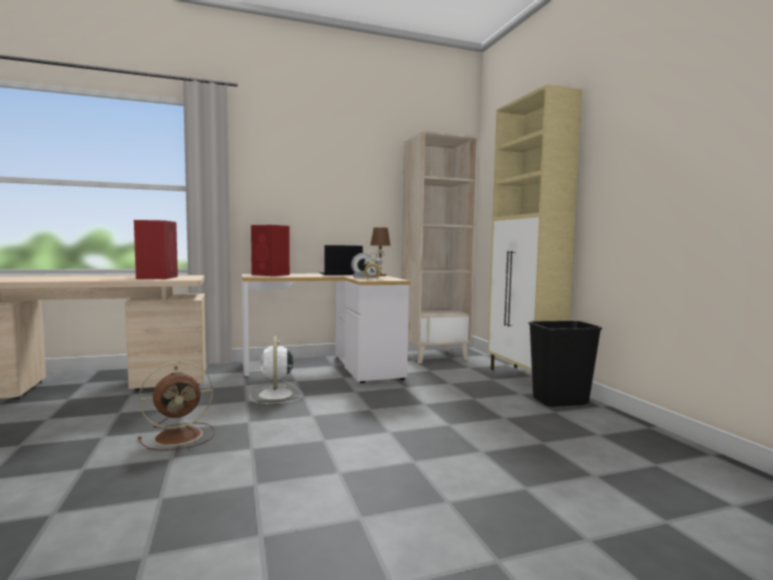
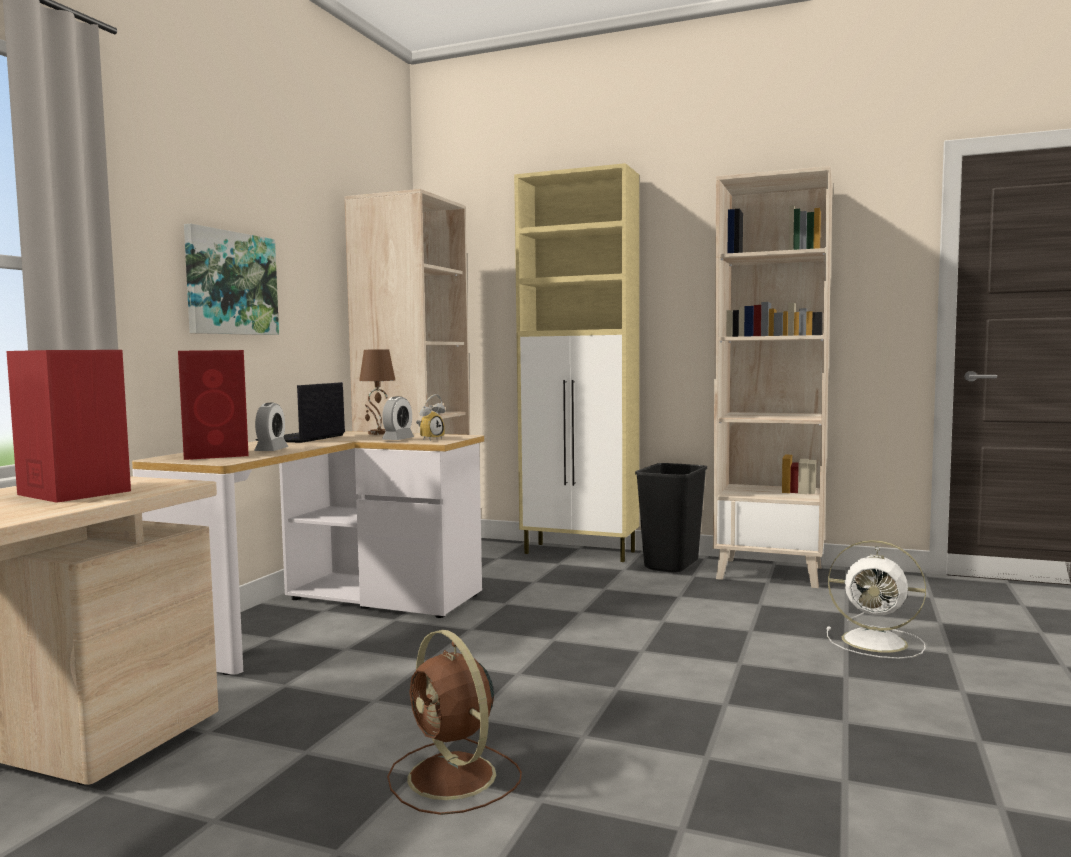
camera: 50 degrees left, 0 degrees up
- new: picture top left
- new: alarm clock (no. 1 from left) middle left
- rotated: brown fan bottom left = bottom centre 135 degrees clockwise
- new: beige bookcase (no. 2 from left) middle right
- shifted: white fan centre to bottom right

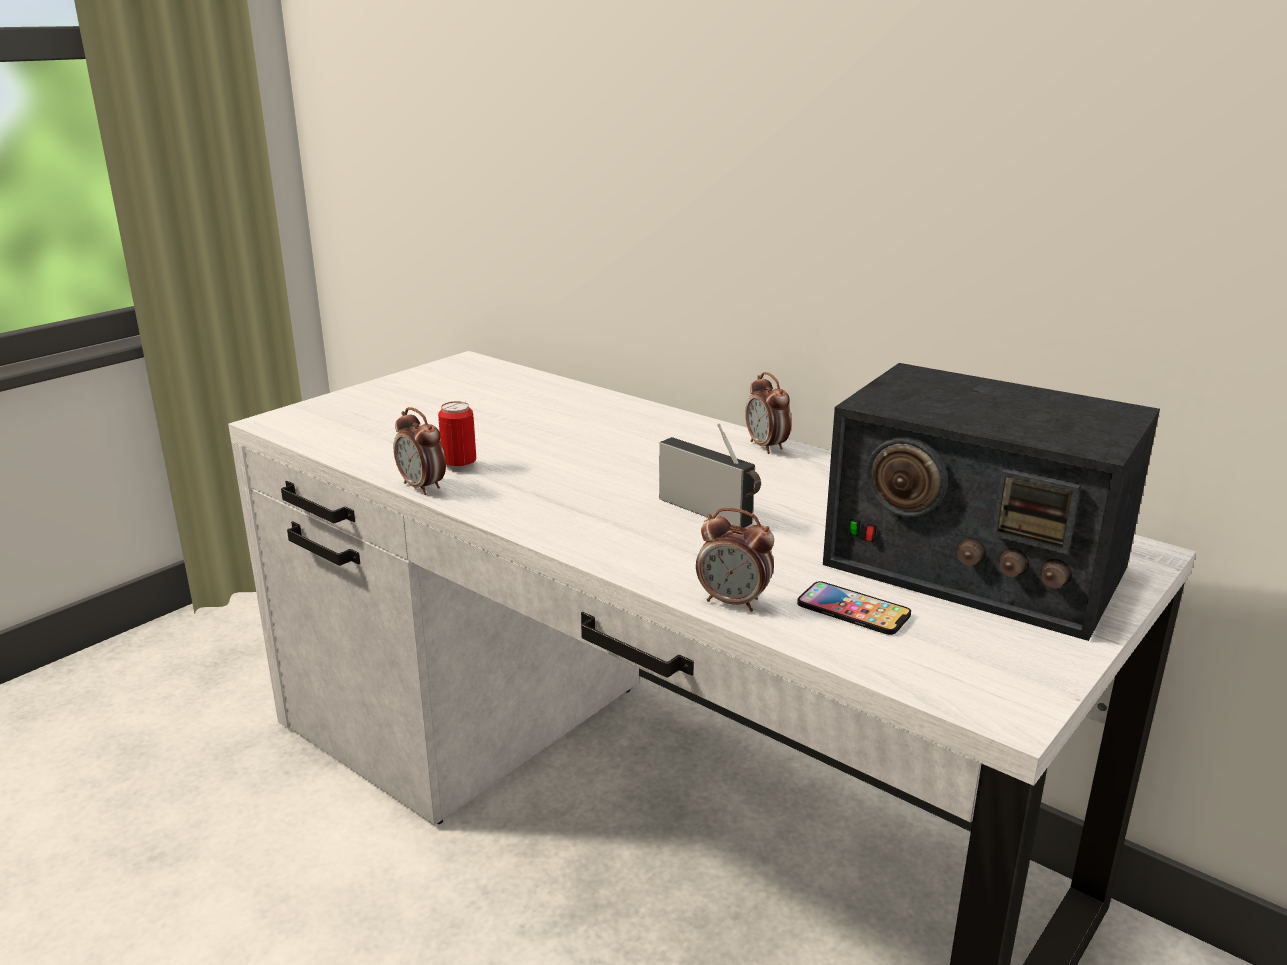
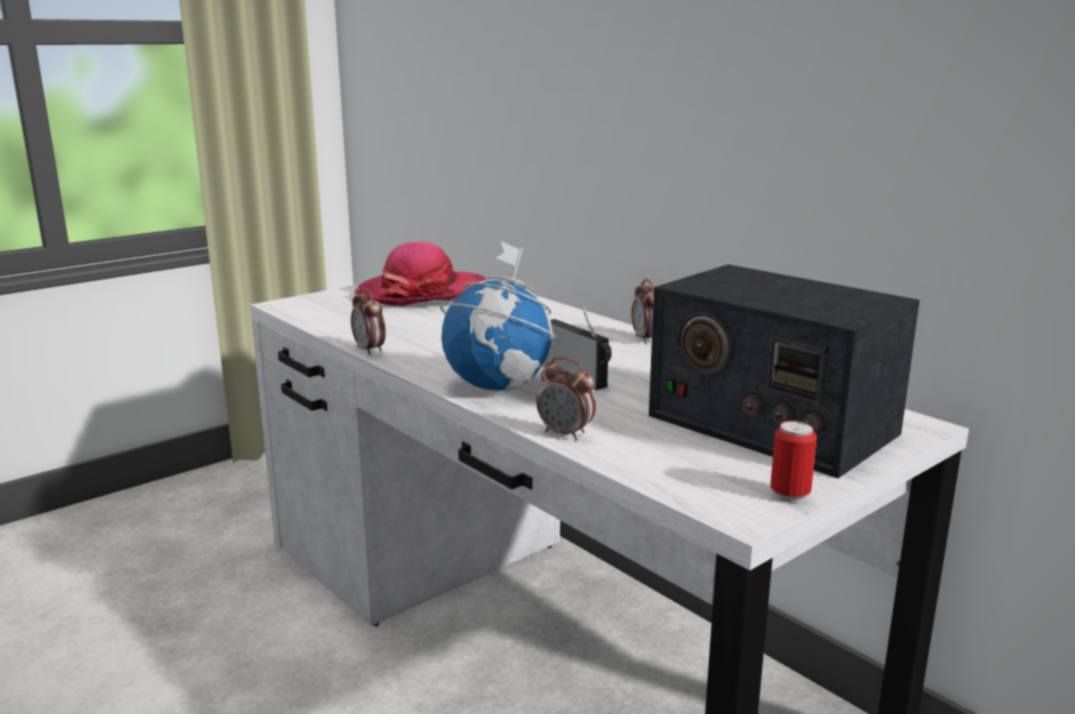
camera: 10 degrees right, 5 degrees down
- new: hat centre
- new: globe centre
- shifted: can centre to middle right
- gone: phone centre

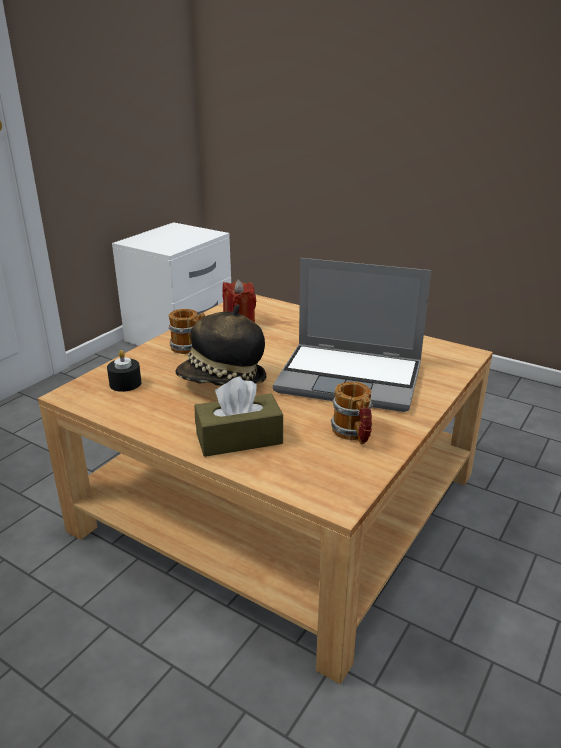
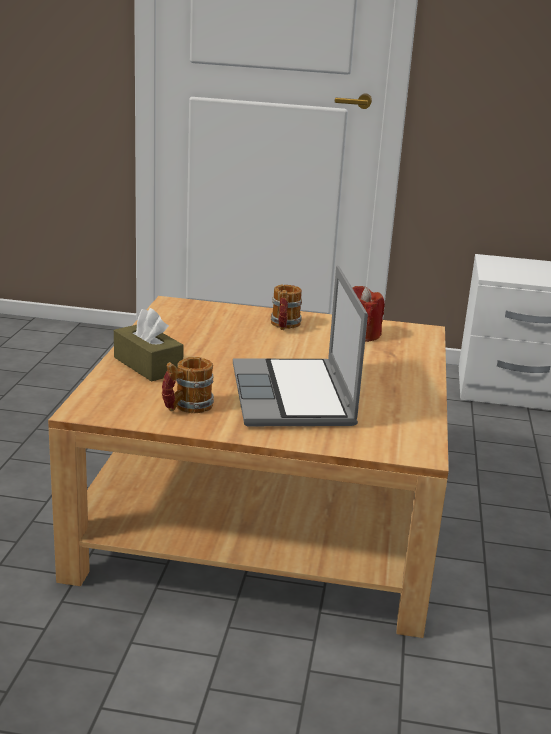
camera: 65 degrees right, 5 degrees down
- gone: black candle middle left
- gone: hat centre

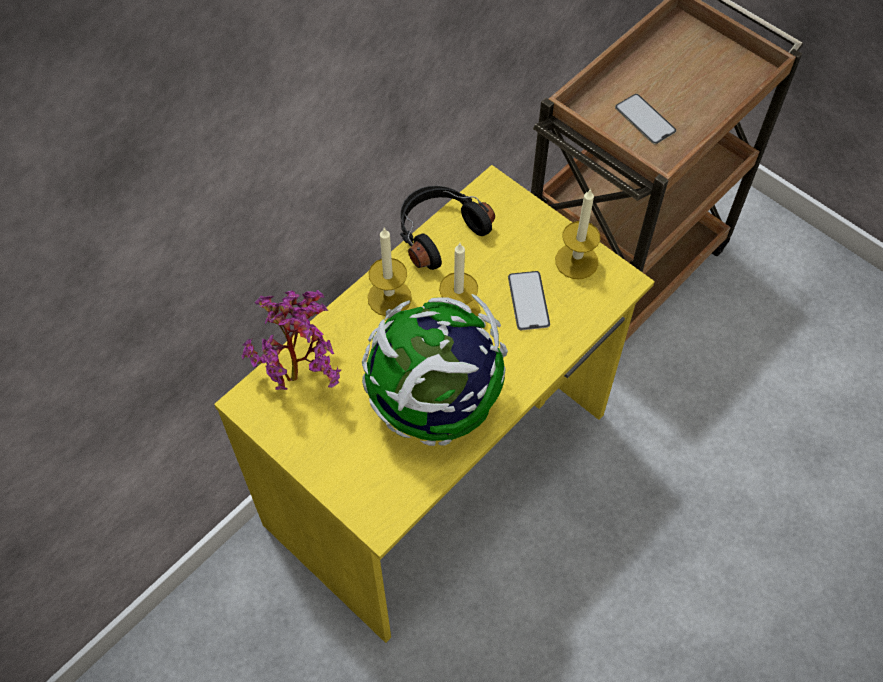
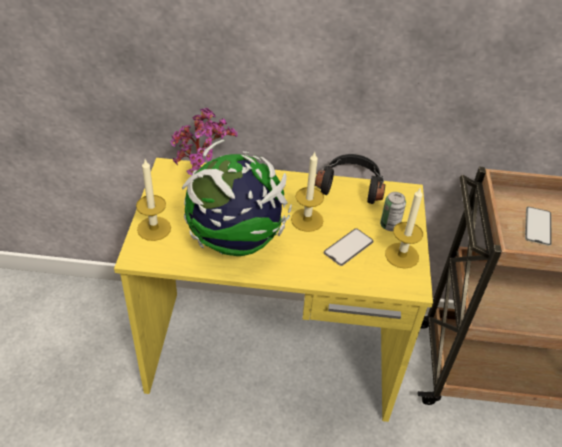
camera: 50 degrees right, 15 degrees down
- shifted: candle (no. 1 from left) centre to middle left
- new: can middle right

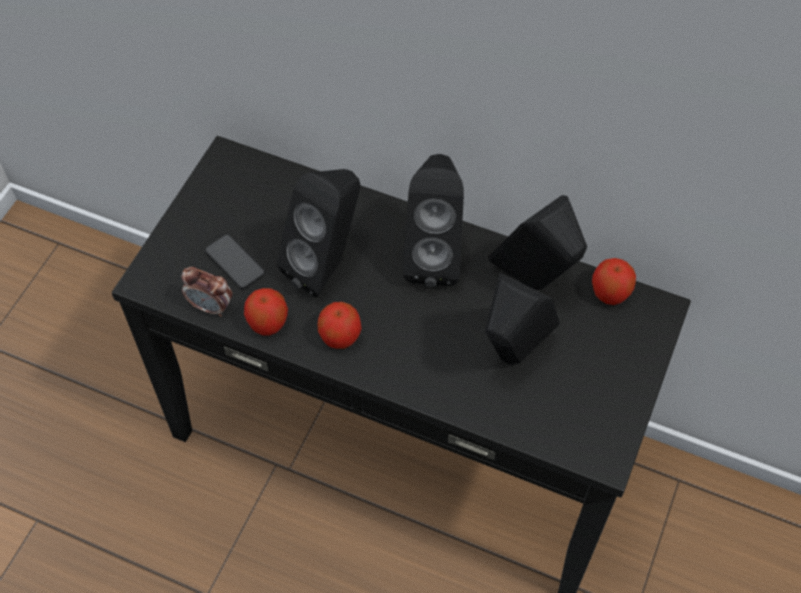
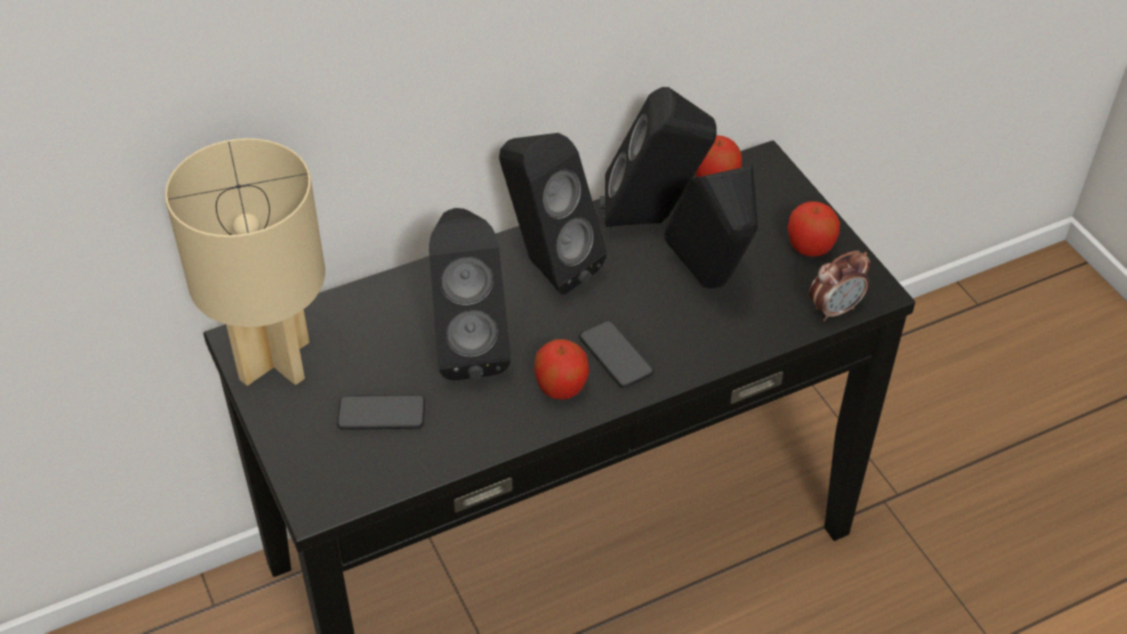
camera: 50 degrees left, 10 degrees down
- new: beige table lamp middle left
- new: phone (no. 2 from left) centre
- shifted: apple (no. 1 from left in the first image) middle left to apple (no. 3 from left) middle right
- shifted: alarm clock middle left to middle right

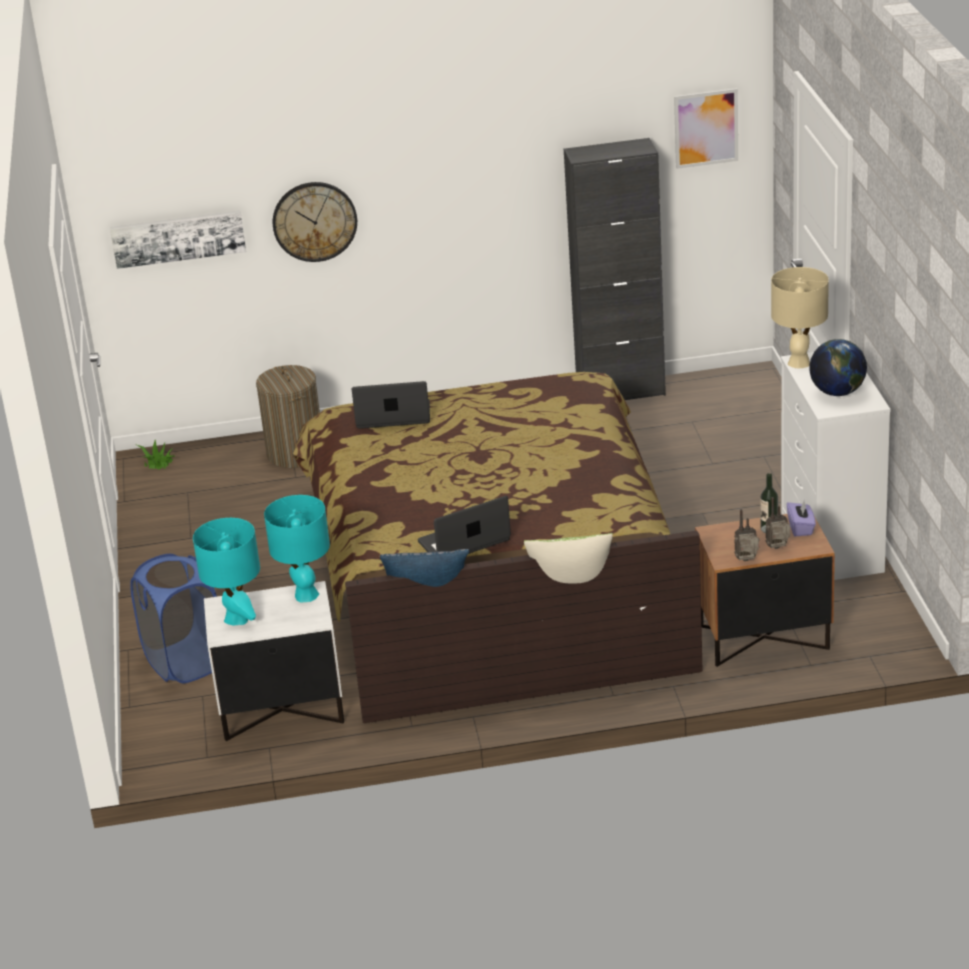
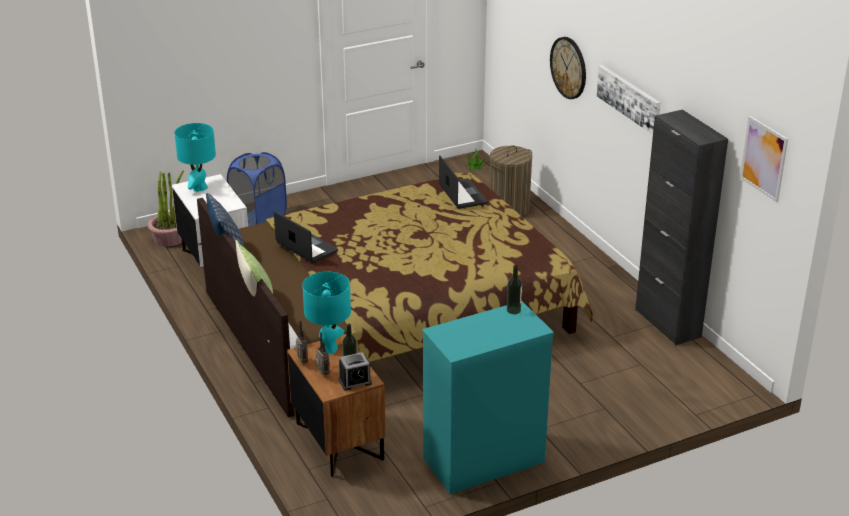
camera: 70 degrees right, 0 degrees up
- new: potted plant (no. 1 from left) middle left
- shifted: turquoise table lamp (no. 2 from left) middle left to centre
- swapped: purple tissue box middle right to alarm clock bottom centre
- repainted: white dresser middle right to turquoise dresser bottom centre
- swapped: beige table lamp top right to bottle (no. 2 from left) centre
- shifted: picture (no. 1 from left) top left to top right
- gone: globe middle right

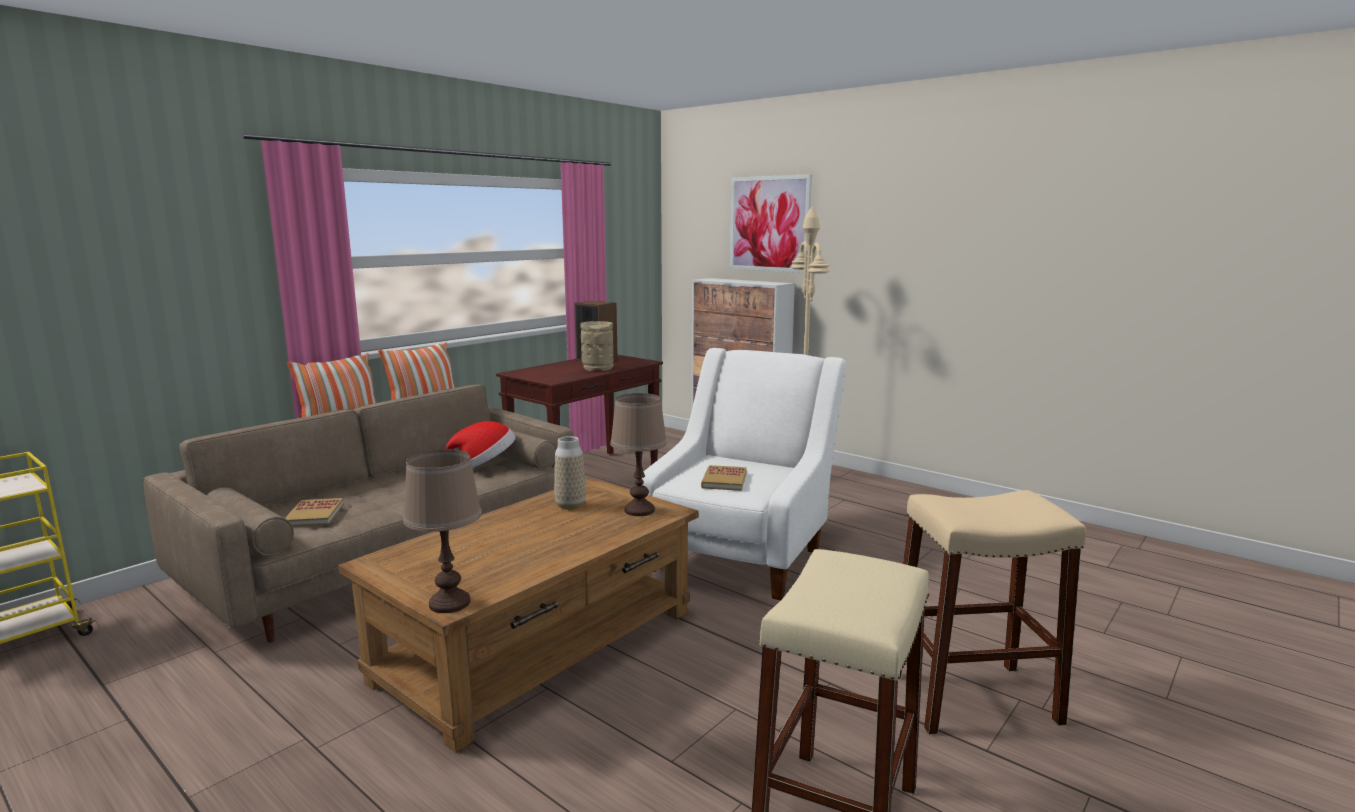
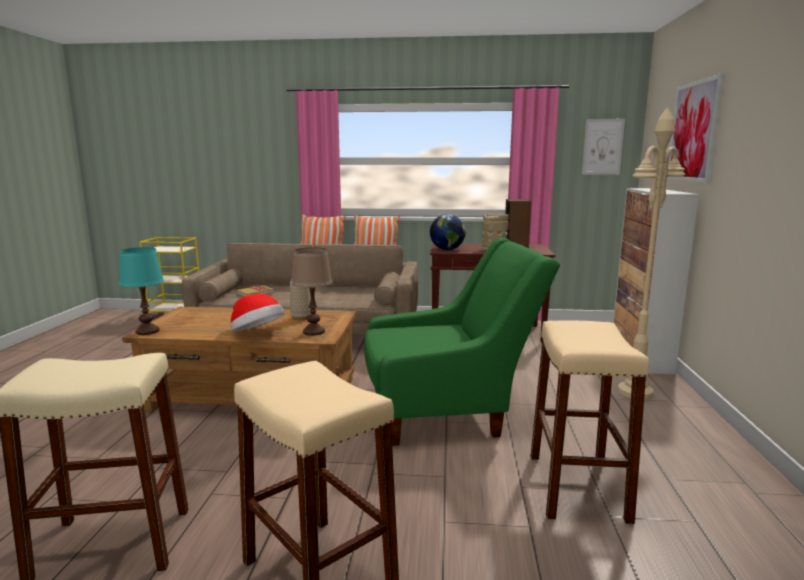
camera: 55 degrees right, 0 degrees up
- repainted: brown table lamp (no. 1 from left) middle left to turquoise table lamp middle left
- shifted: hat centre to middle left
- repainted: white armchair centre to green armchair centre
- new: globe centre
- new: beige stool (no. 3 from left) bottom right
- new: picture (no. 1 from left) top right
- gone: book (no. 2 from left) centre

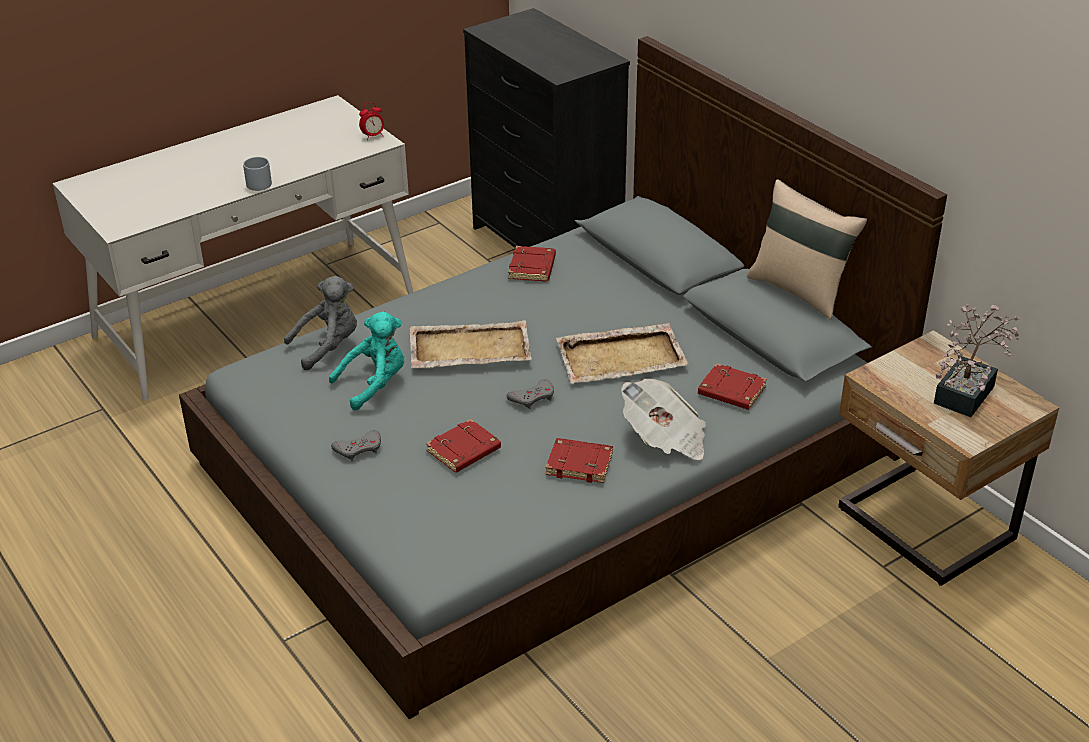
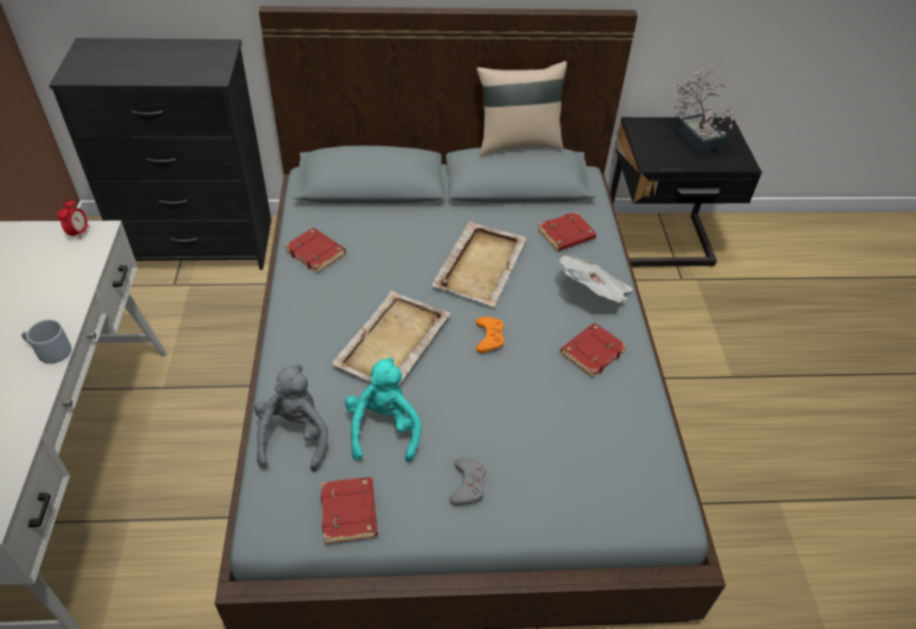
camera: 60 degrees left, 10 degrees up
- shifted: red book (no. 1 from left in the first image) centre to red book (no. 2 from left) bottom centre
- repainted: grey game controller (no. 2 from left) centre to orange game controller centre
- repainted: beige nightstand middle right to black nightstand top right

